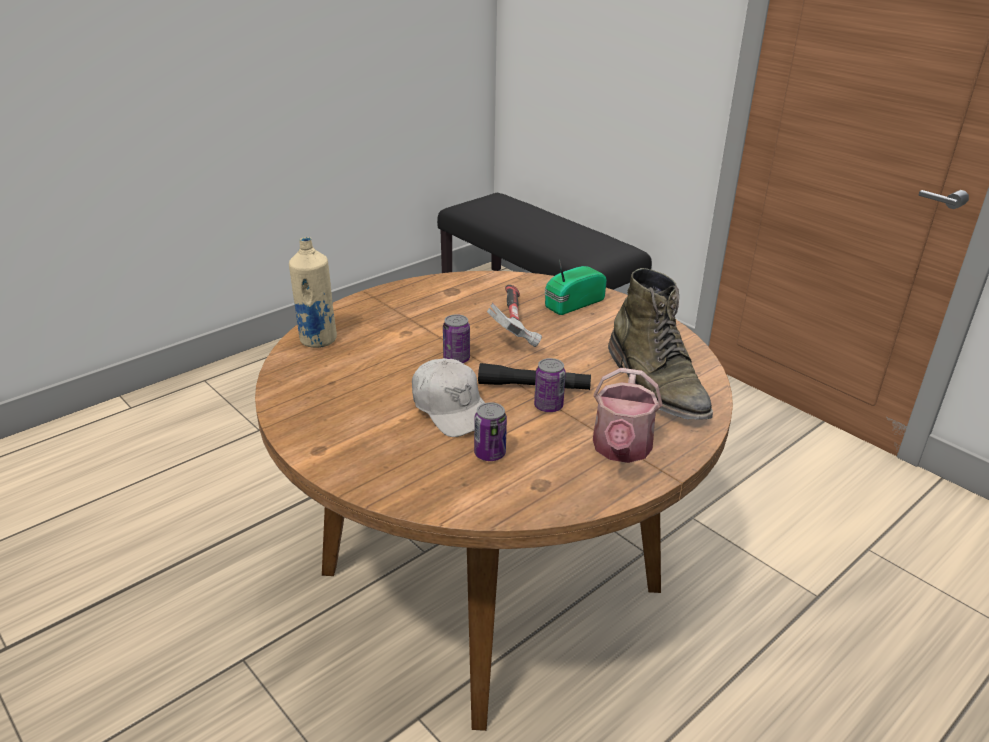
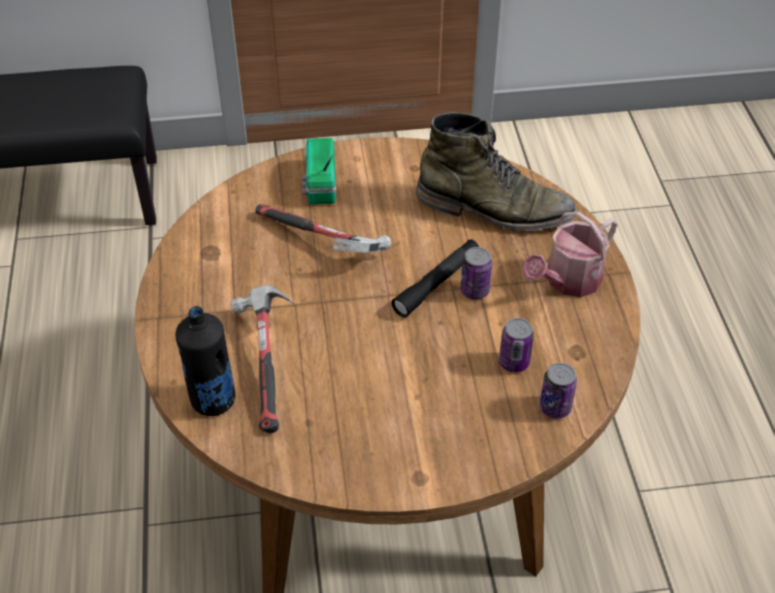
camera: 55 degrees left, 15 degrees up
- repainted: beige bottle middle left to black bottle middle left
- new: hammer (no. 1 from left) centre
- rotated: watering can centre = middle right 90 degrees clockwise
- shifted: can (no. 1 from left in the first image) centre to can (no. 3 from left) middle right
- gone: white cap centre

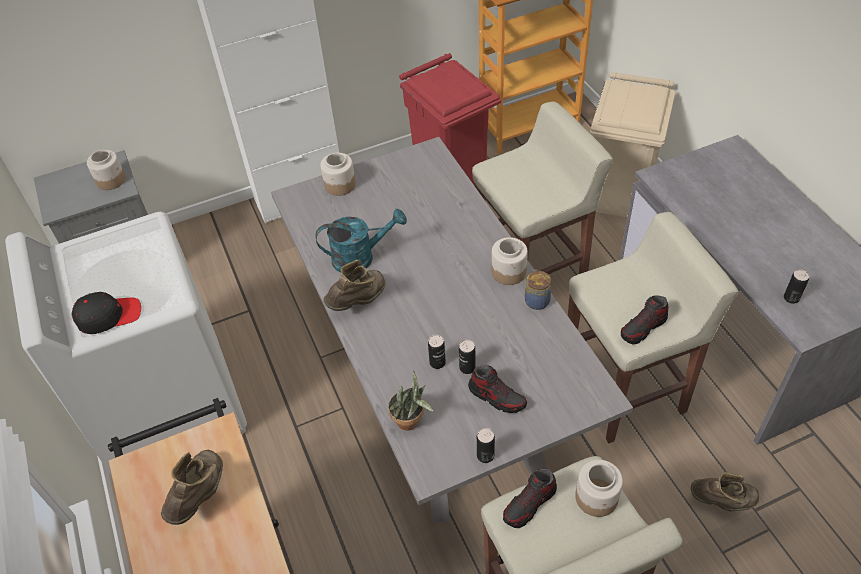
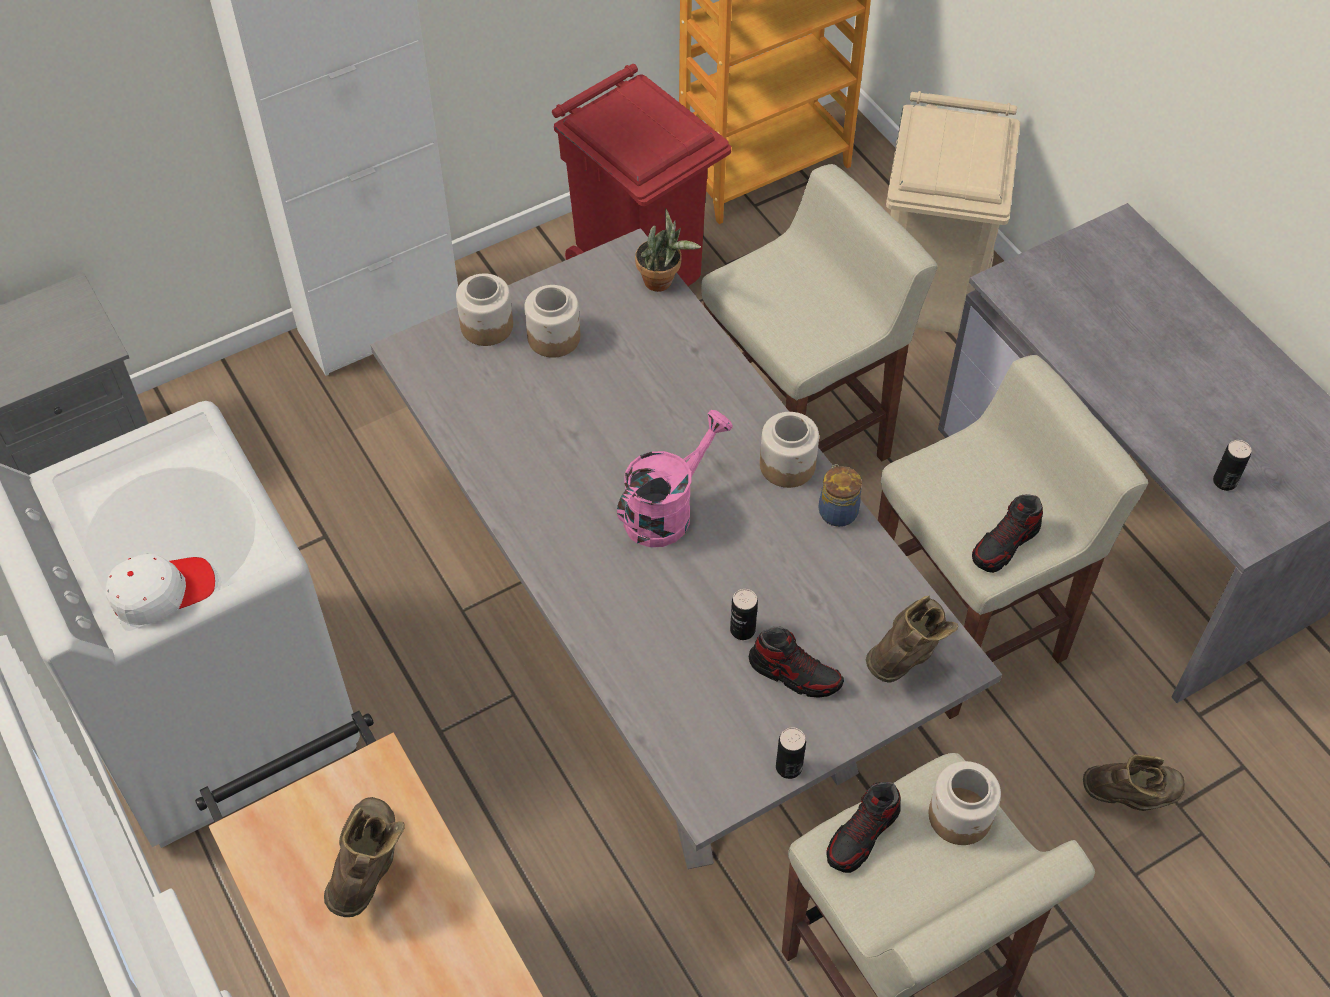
camera: 10 degrees left, 5 degrees up
- repainted: black cap middle left to white cap middle left
- shifted: jar (no. 1 from left in the first image) top left to jar (no. 2 from left) top centre
- new: pink watering can centre
- shifted: potted plant bottom centre to top centre
- shifted: brown boot (no. 2 from left) centre to middle right
- gone: turquoise watering can centre
- gone: can (no. 1 from left) centre

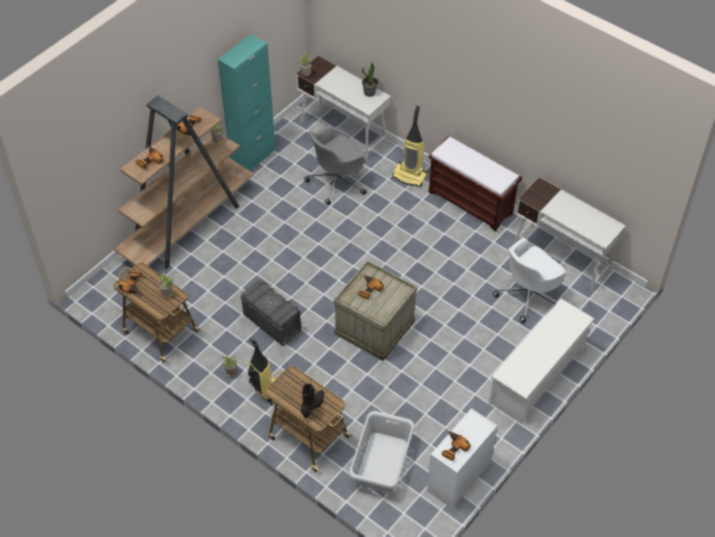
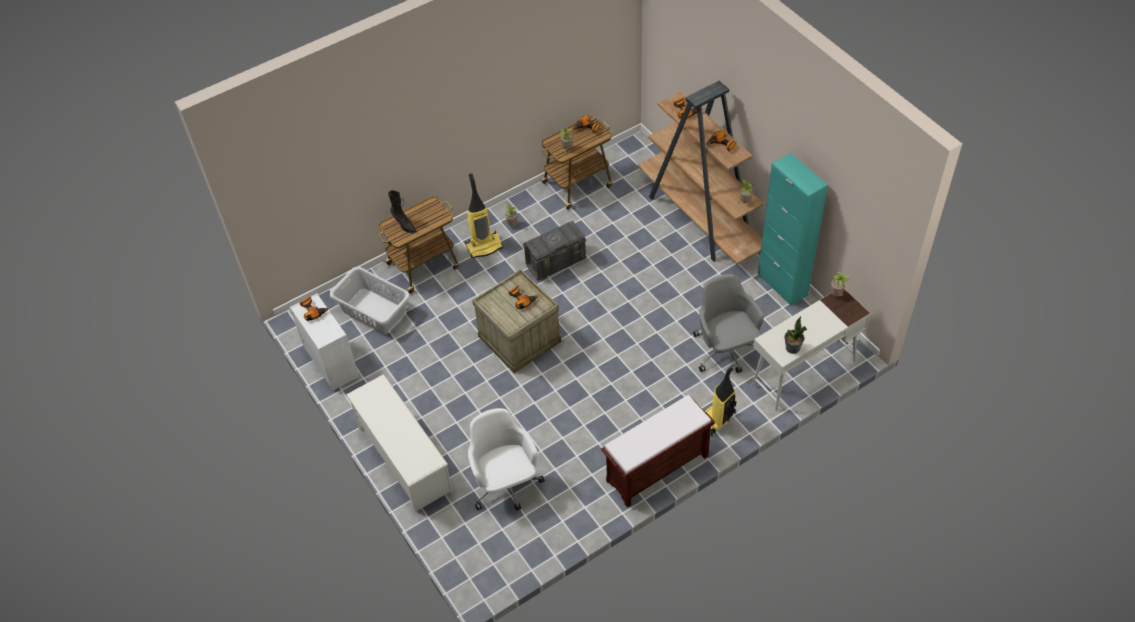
camera: 110 degrees right, 0 degrees up
- gone: white desk (no. 2 from left) middle right

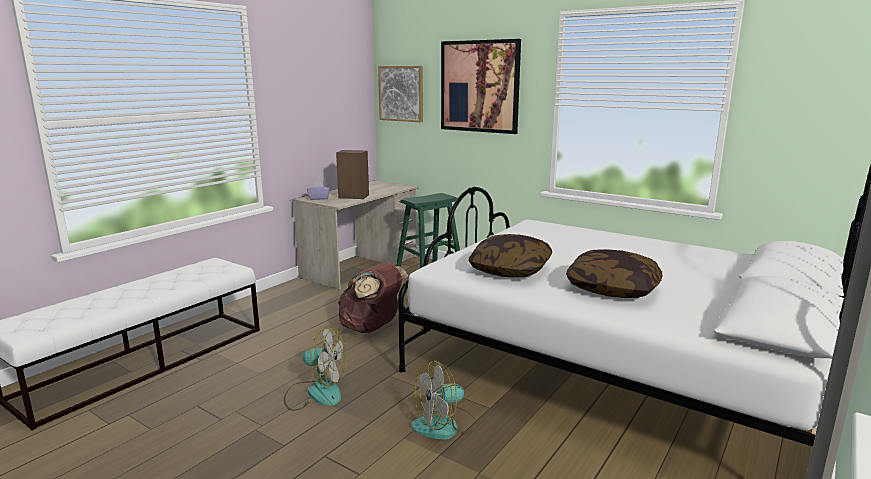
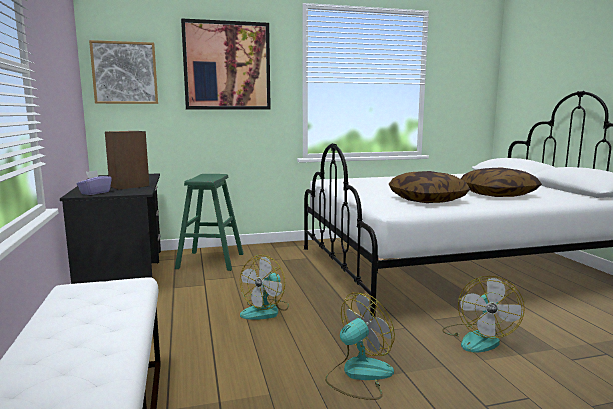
camera: 50 degrees left, 5 degrees down
- repainted: beige desk centre to black desk middle left
- swapped: brown backpack centre to fan (no. 1 from left) bottom centre

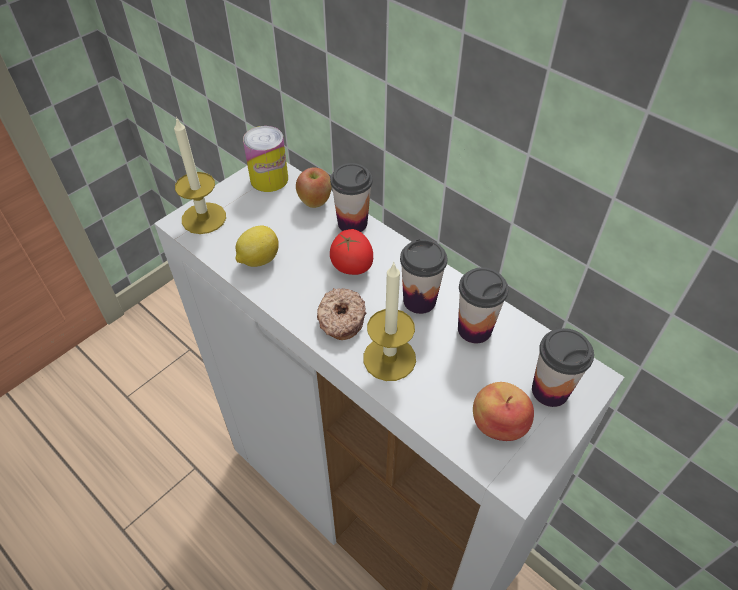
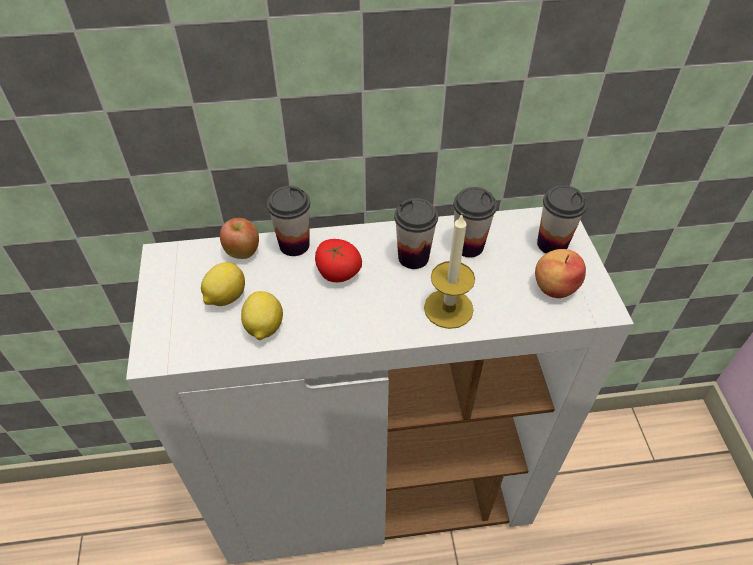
camera: 50 degrees left, 0 degrees up
- new: lemon (no. 1 from left) middle left
- gone: candle (no. 1 from left) top left
- gone: can top centre
- gone: donut centre

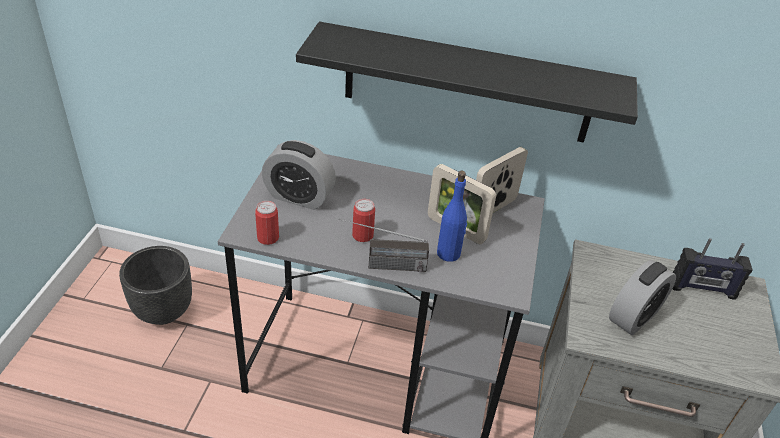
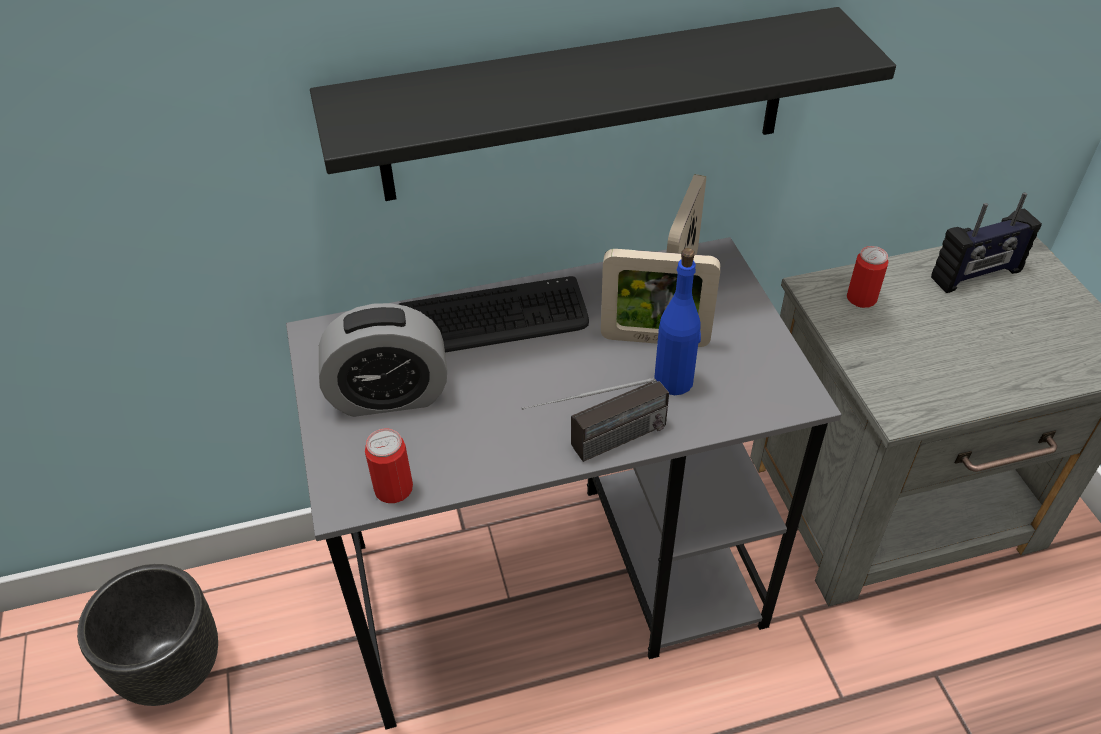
camera: 25 degrees left, 5 degrees up
- new: keyboard centre
- shifted: can (no. 2 from left) centre to middle right
- gone: alarm clock (no. 2 from left) bottom right

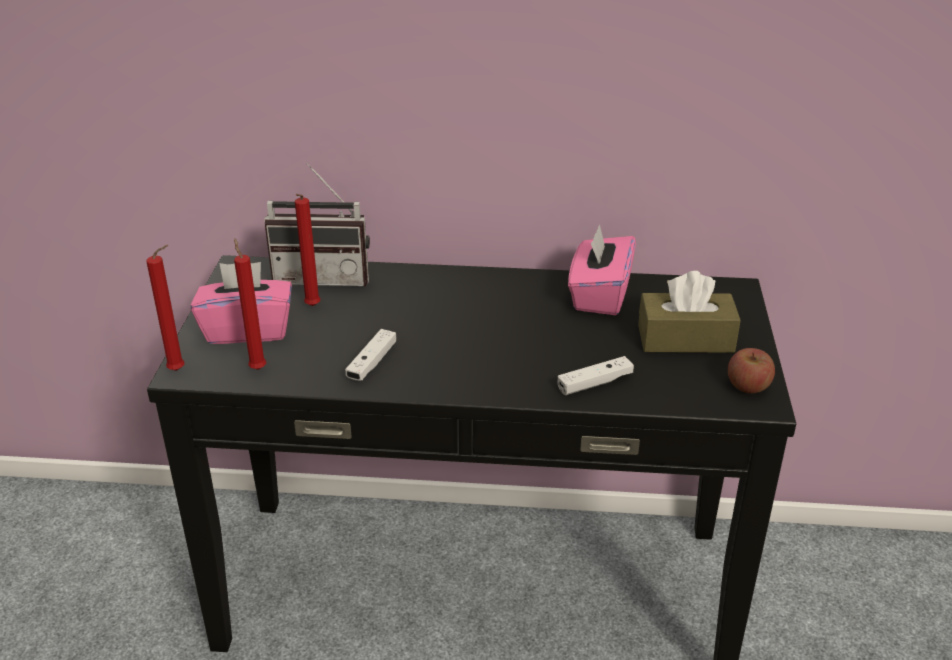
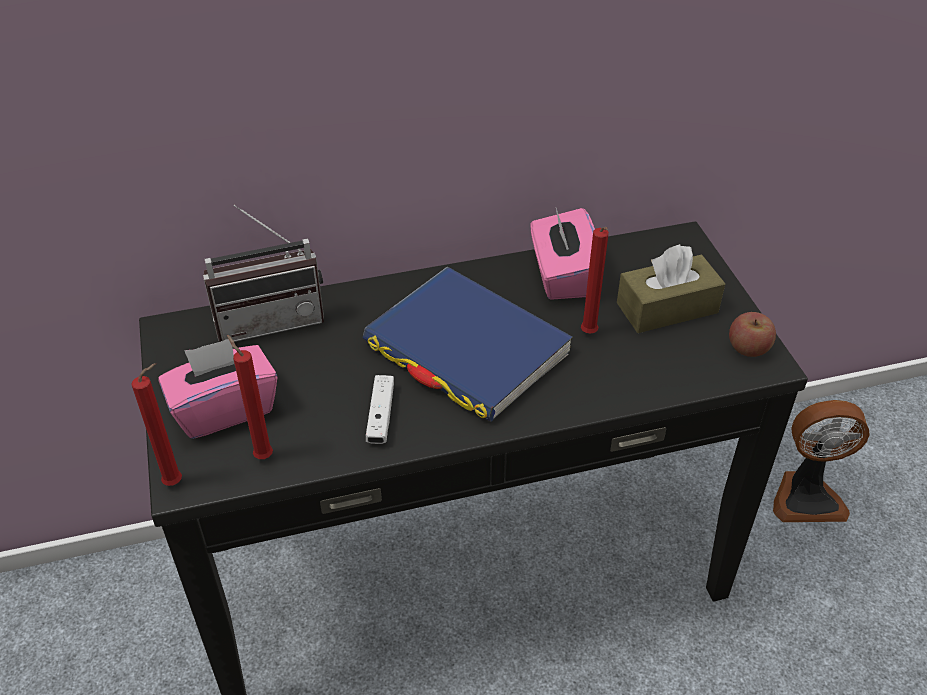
camera: 20 degrees left, 10 degrees up
- new: blue book centre
- shifted: red candle (no. 3 from left) middle left to centre
- new: fan middle right
- gone: white game controller (no. 2 from left) centre

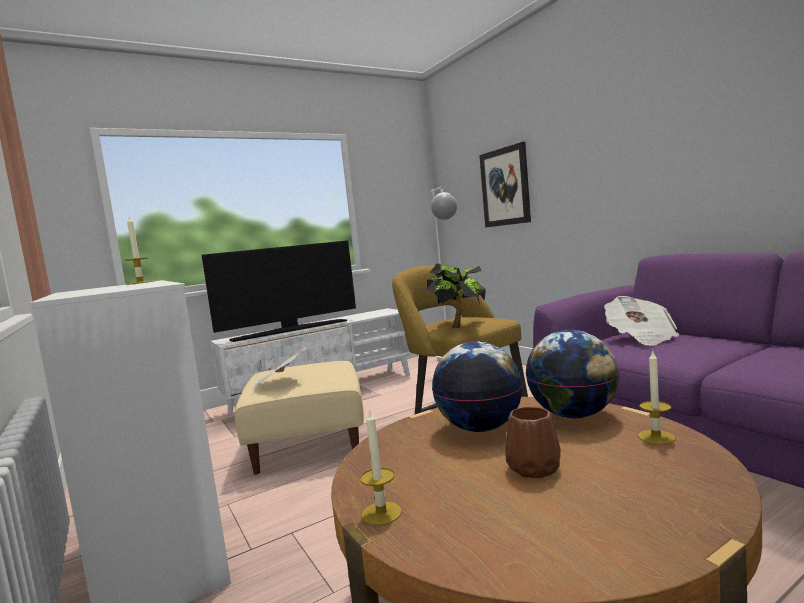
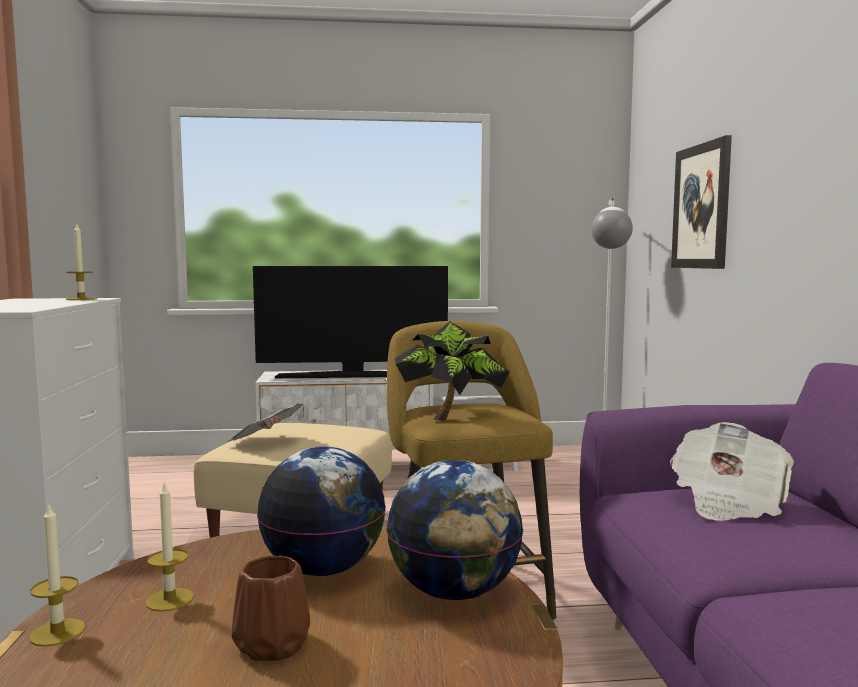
camera: 25 degrees right, 0 degrees up
- shifted: candle (no. 3 from left) middle right to bottom left

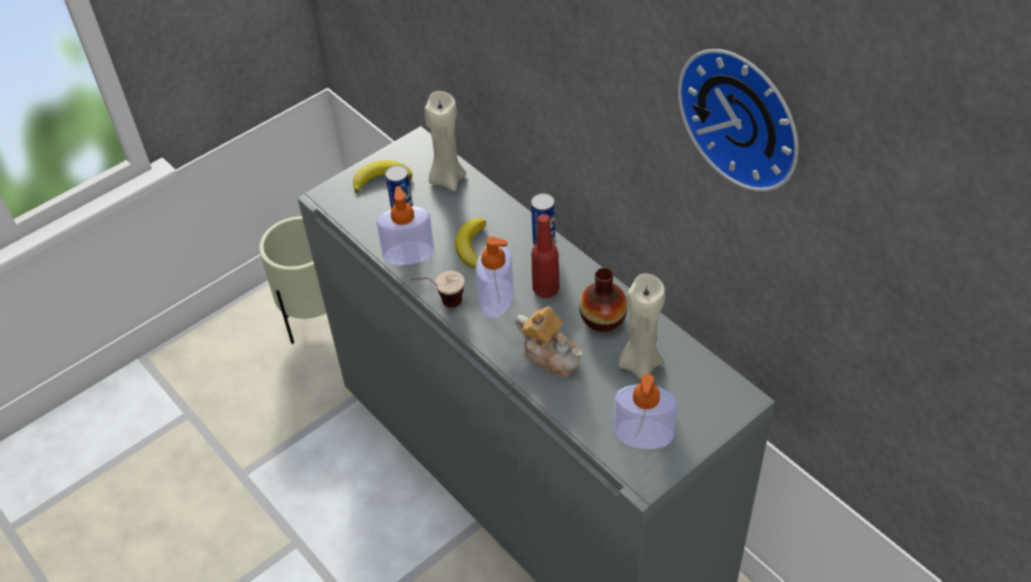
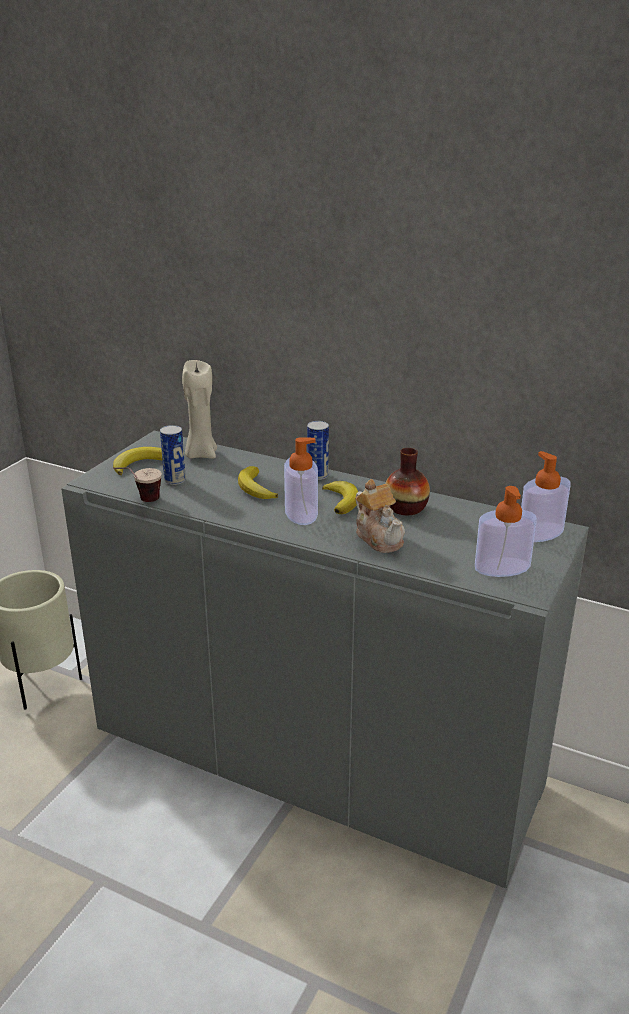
camera: 25 degrees left, 20 degrees down
- shifted: cup centre to middle left
- swapped: red bottle centre to banana (no. 3 from left) centre
- rotated: teapot centre = centre 45 degrees clockwise
- shifted: soap dispenser (no. 1 from left in the first image) centre to soap dispenser (no. 3 from left) middle right
- gone: beige candle (no. 2 from left) centre
- gone: wall clock top right

